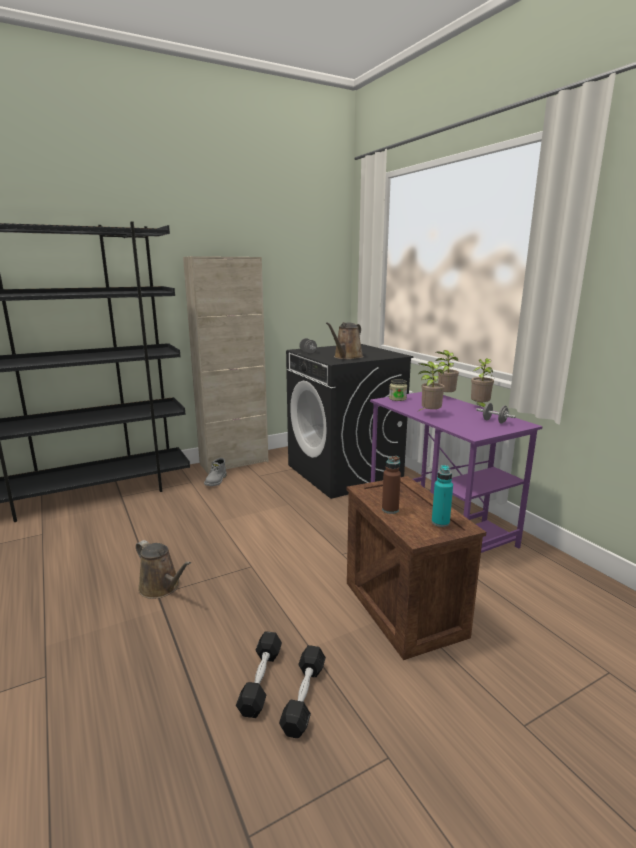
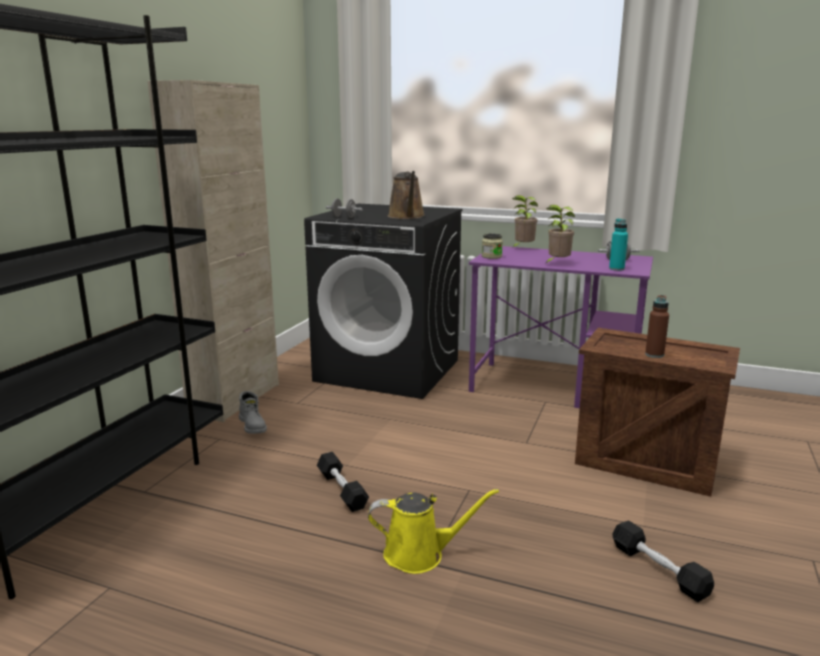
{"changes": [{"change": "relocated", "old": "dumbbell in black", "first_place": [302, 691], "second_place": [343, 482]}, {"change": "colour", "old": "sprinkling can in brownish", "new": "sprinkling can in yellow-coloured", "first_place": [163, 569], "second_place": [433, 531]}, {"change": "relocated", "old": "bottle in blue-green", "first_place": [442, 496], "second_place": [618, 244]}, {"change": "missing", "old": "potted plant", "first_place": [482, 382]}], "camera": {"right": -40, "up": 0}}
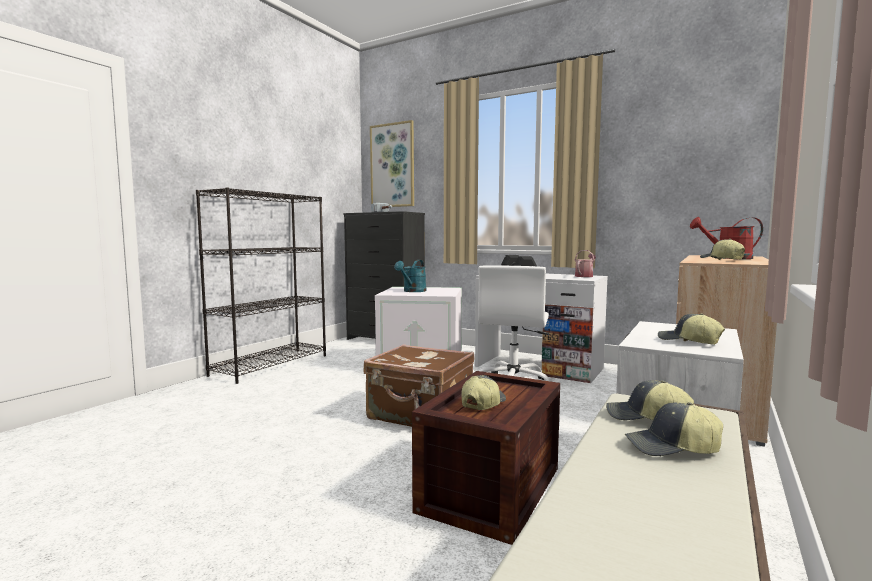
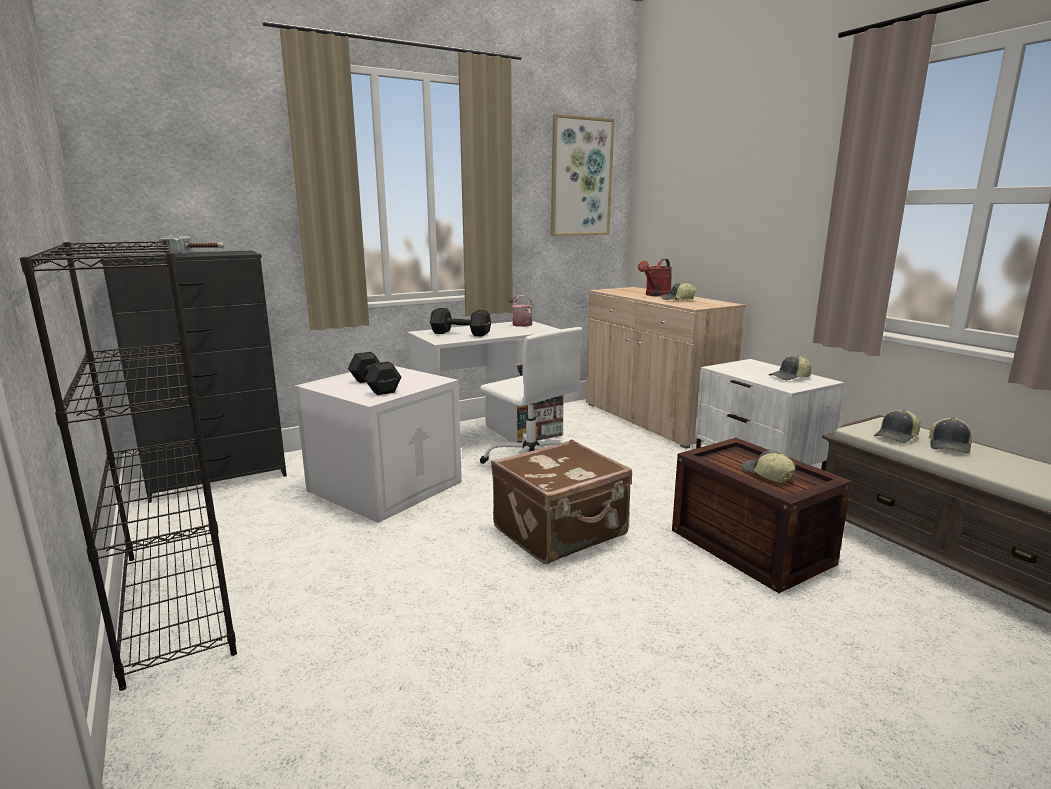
{"changes": [{"change": "exchanged", "old": "sprinkling can in blue-green", "new": "dumbbell in black", "first_place": [410, 276], "second_place": [374, 373]}, {"change": "relocated", "old": "wall picture", "first_place": [392, 163], "second_place": [583, 175]}], "camera": {"right": -60, "up": 10}}
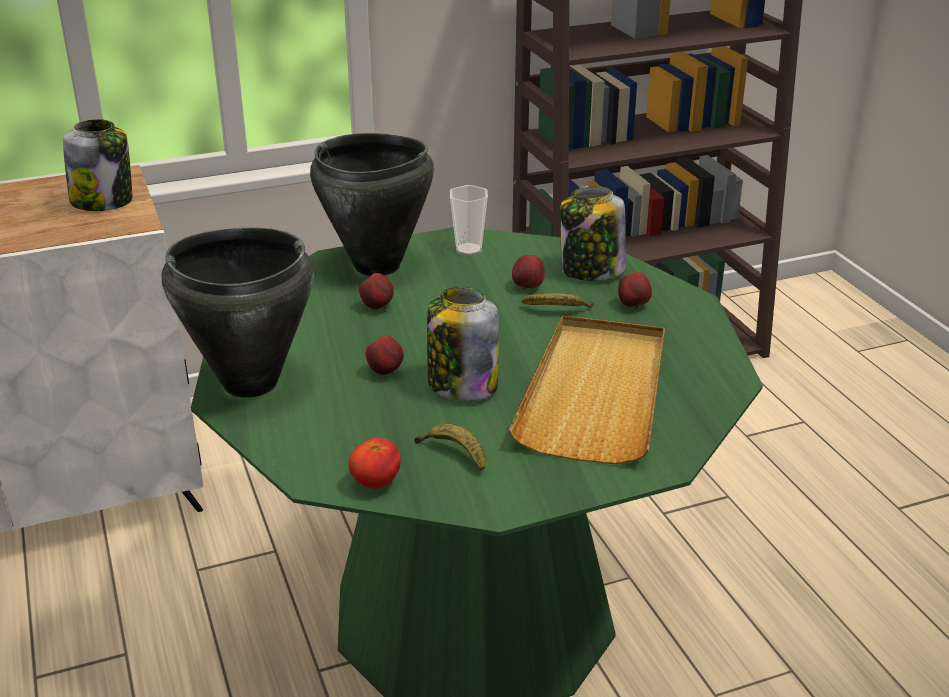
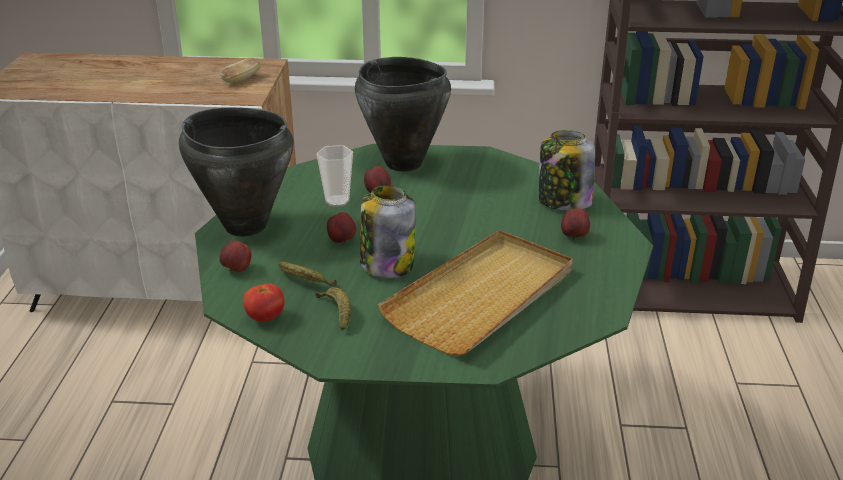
{"changes": [{"change": "relocated", "old": "apple fruit", "first_place": [528, 272], "second_place": [235, 256]}, {"change": "exchanged", "old": "storage jar", "new": "bread", "first_place": [98, 165], "second_place": [240, 70]}, {"change": "relocated", "old": "whole banana", "first_place": [557, 300], "second_place": [307, 273]}, {"change": "relocated", "old": "cup", "first_place": [469, 220], "second_place": [334, 176]}], "camera": {"right": 25, "up": 0}}
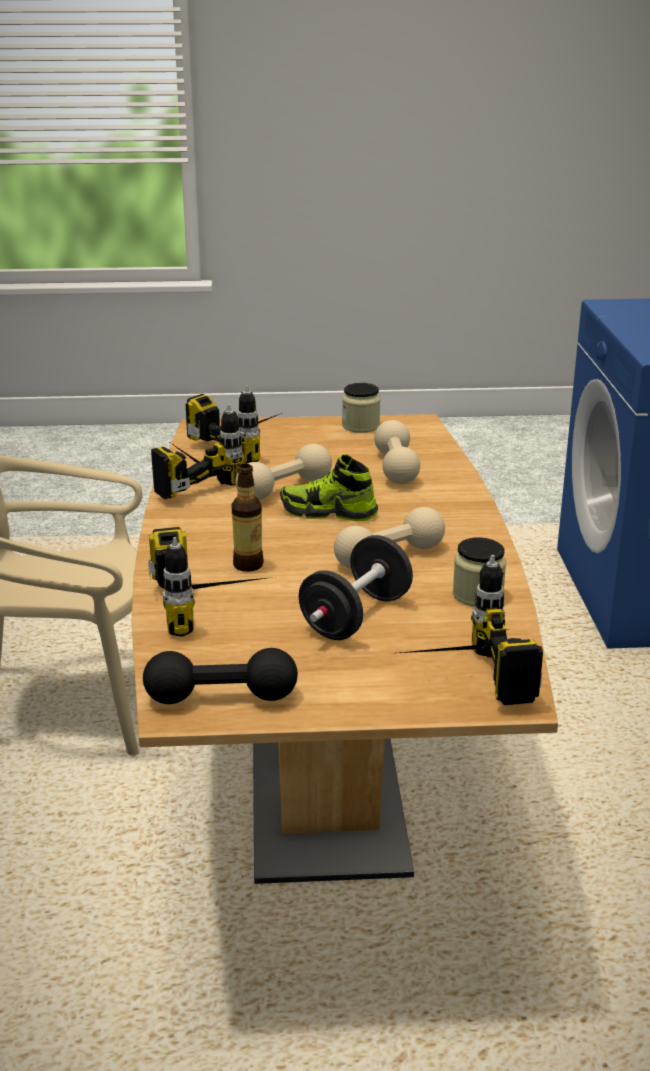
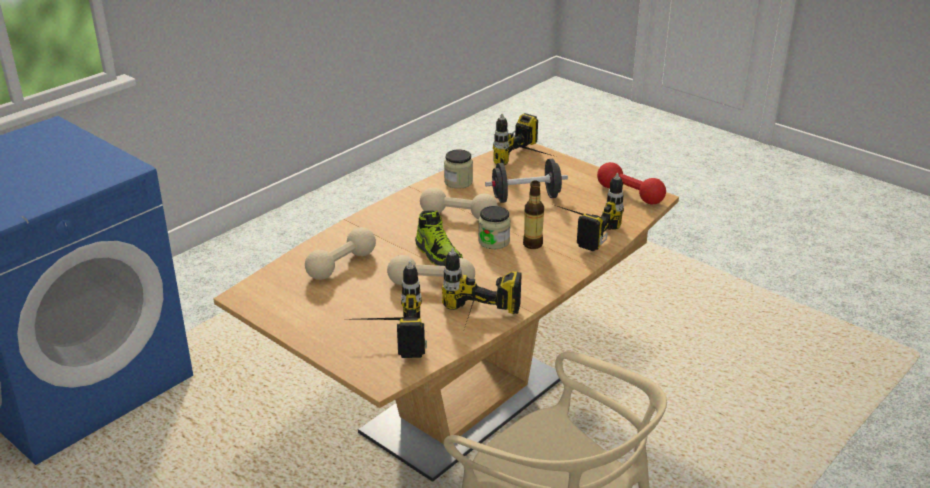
{"changes": [{"change": "relocated", "old": "storage jar", "first_place": [361, 408], "second_place": [494, 227]}, {"change": "colour", "old": "dumbbell in black", "new": "dumbbell in reddish", "first_place": [220, 676], "second_place": [631, 183]}], "camera": {"right": -135, "up": 5}}
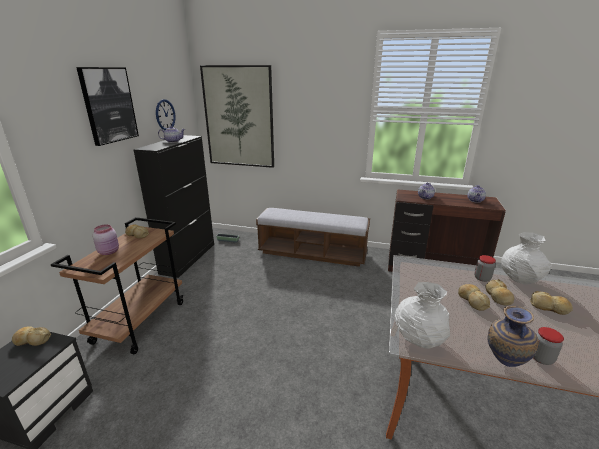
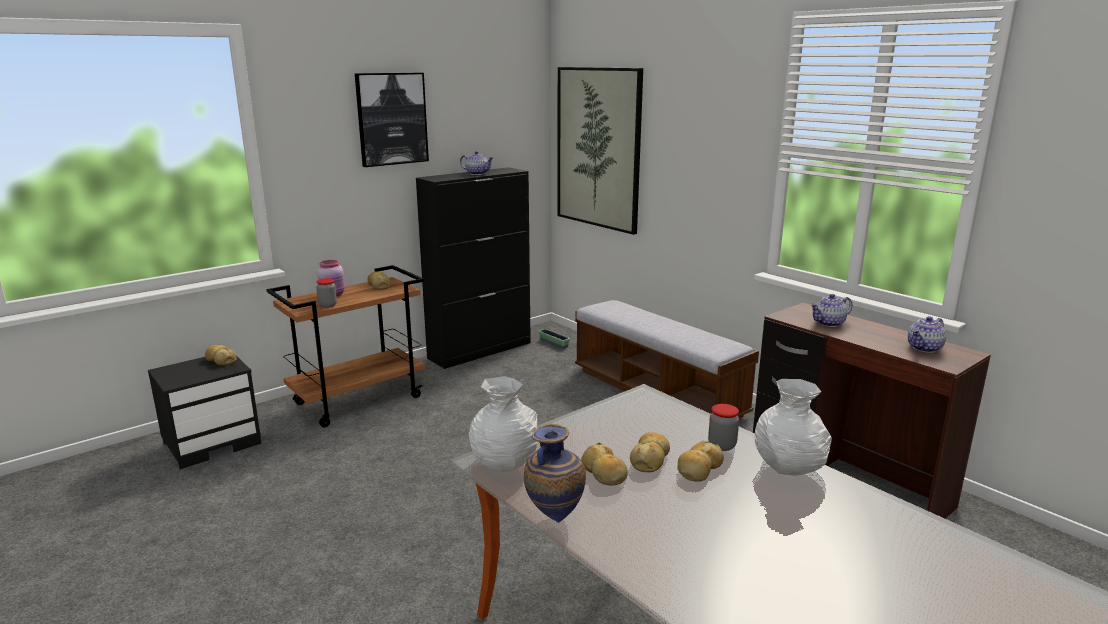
{"changes": [{"change": "relocated", "old": "storage jar", "first_place": [548, 346], "second_place": [326, 293]}, {"change": "relocated", "old": "bread", "first_place": [551, 303], "second_place": [604, 464]}, {"change": "missing", "old": "wall clock", "first_place": [166, 114]}], "camera": {"right": 35, "up": -5}}
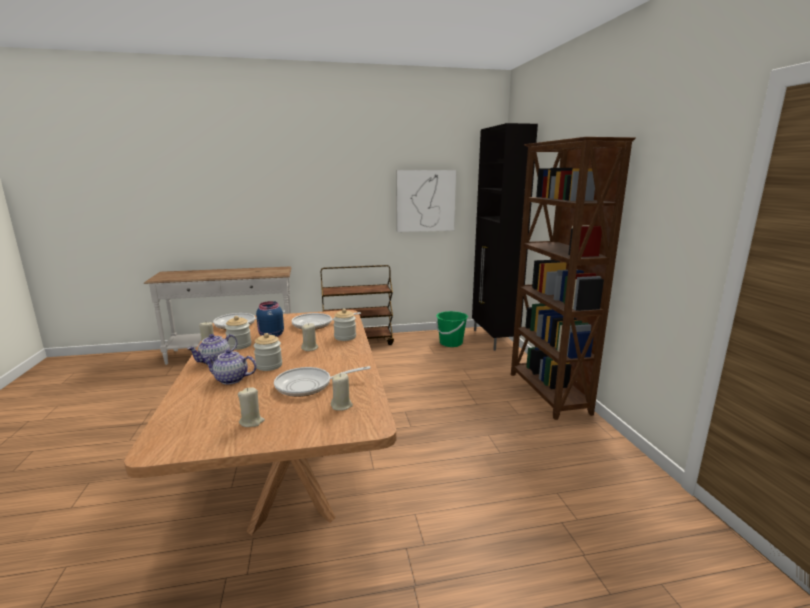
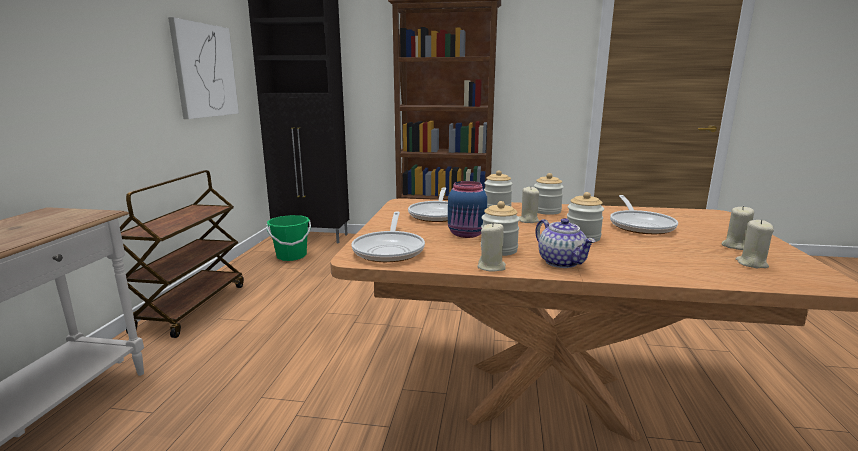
{"changes": [{"change": "appeared", "new": "storage jar", "second_place": [549, 194]}, {"change": "relocated", "old": "candle in beige", "first_place": [342, 392], "second_place": [755, 243]}, {"change": "missing", "old": "teapot", "first_place": [229, 366]}], "camera": {"right": -70, "up": 0}}
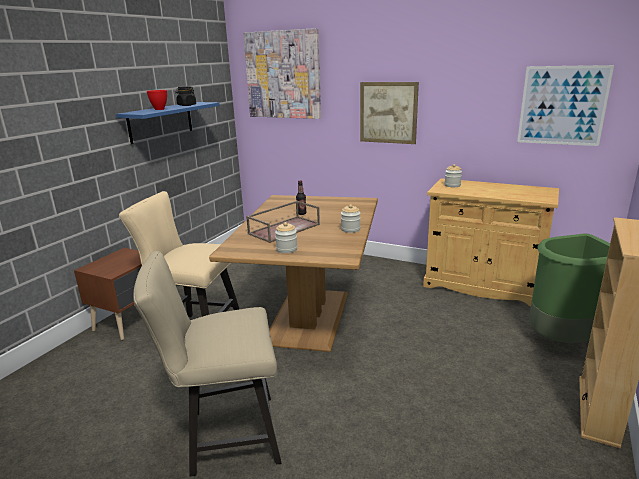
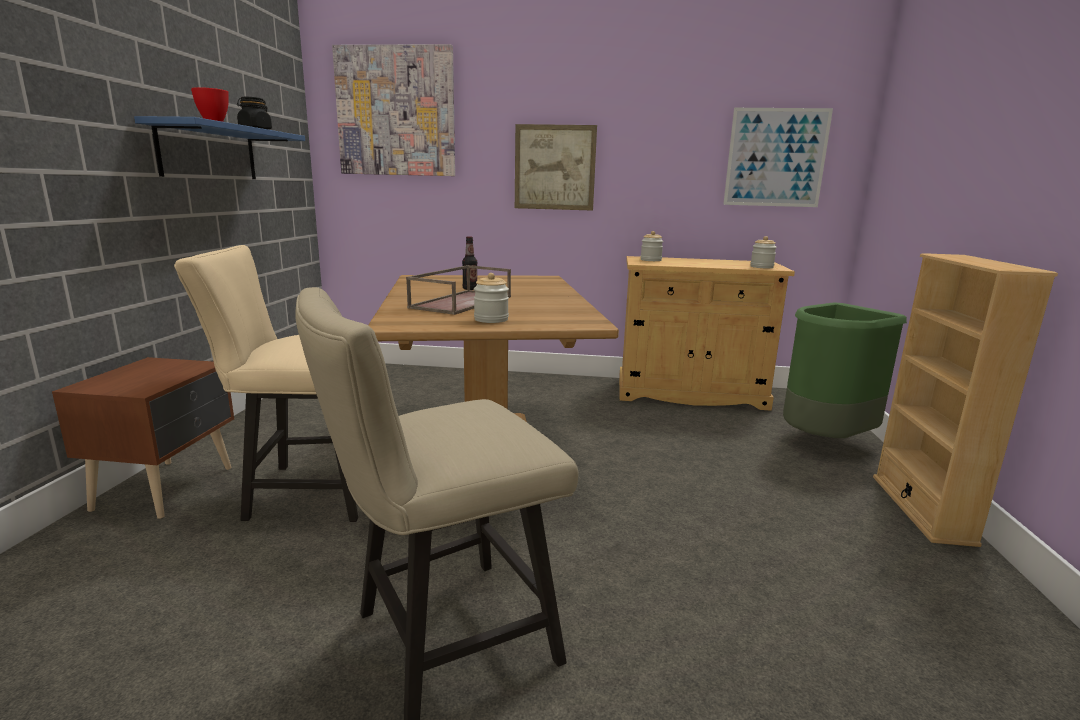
{"changes": [{"change": "relocated", "old": "storage jar", "first_place": [350, 218], "second_place": [763, 252]}], "camera": {"right": -20, "up": -5}}
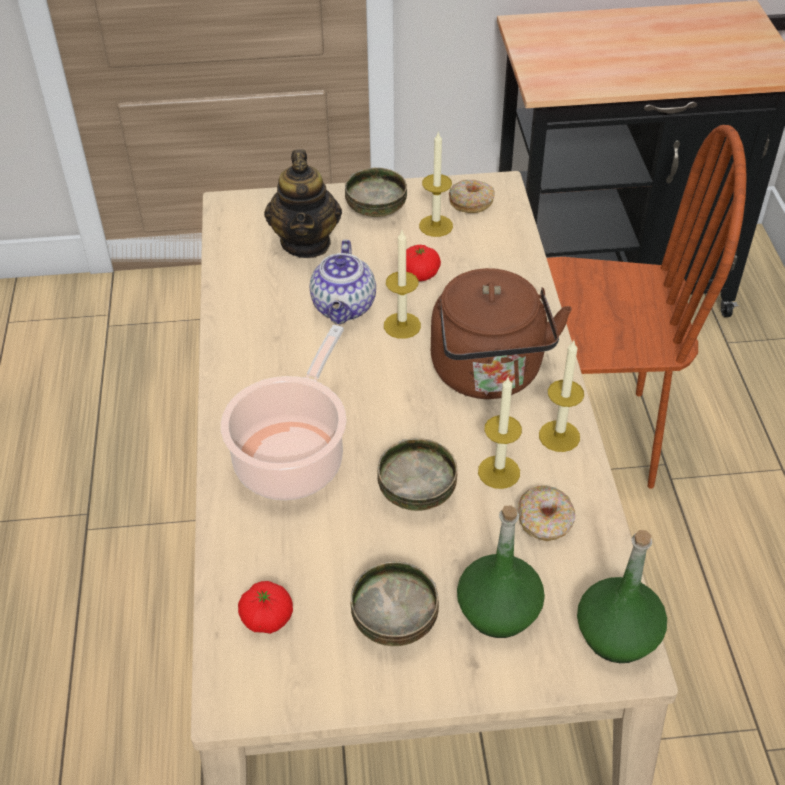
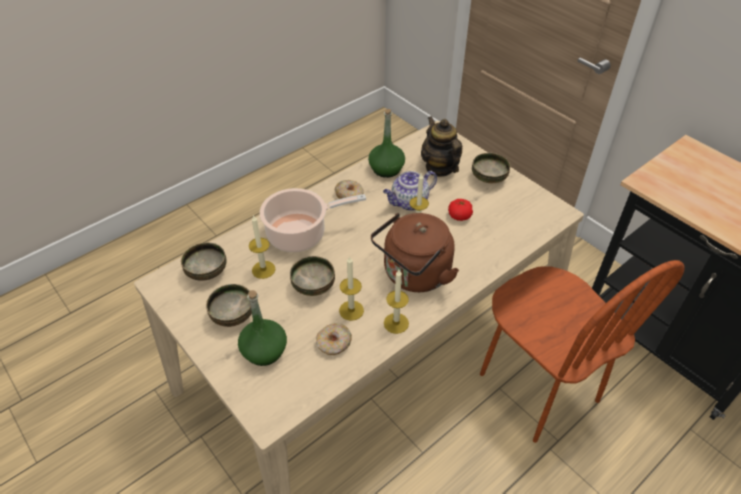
{"changes": [{"change": "exchanged", "old": "whole tomato", "new": "serving bowl", "first_place": [265, 607], "second_place": [204, 262]}, {"change": "relocated", "old": "candle", "first_place": [436, 184], "second_place": [262, 247]}, {"change": "relocated", "old": "ring doughnut", "first_place": [472, 196], "second_place": [349, 189]}, {"change": "relocated", "old": "bottle in green", "first_place": [622, 596], "second_place": [386, 143]}, {"change": "spun", "old": "teapot", "first_place": [303, 203], "second_place": [442, 146], "degrees": 105}], "camera": {"right": 55, "up": 0}}
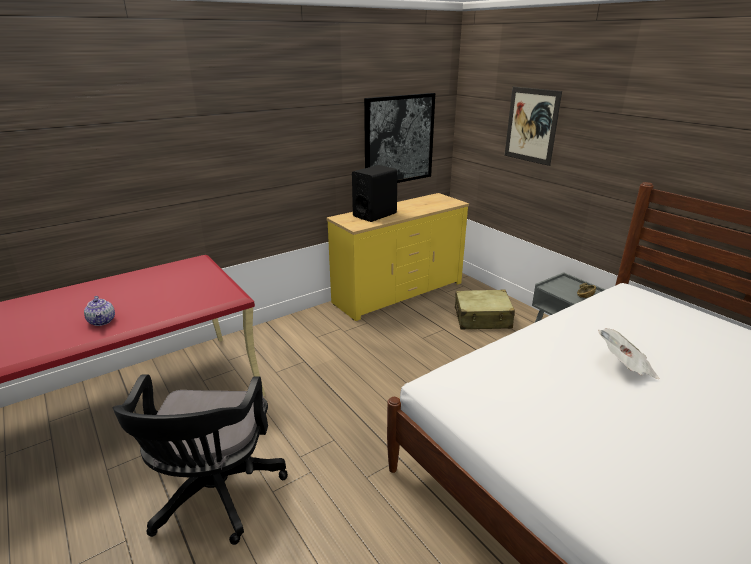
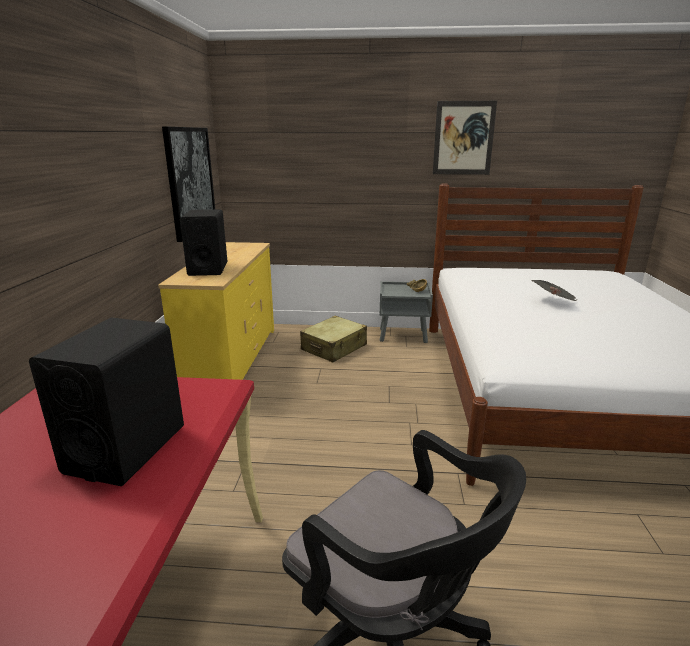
{"changes": [{"change": "appeared", "new": "speaker in black", "second_place": [106, 401]}, {"change": "relocated", "old": "wall picture", "first_place": [533, 126], "second_place": [465, 138]}, {"change": "missing", "old": "teapot", "first_place": [99, 311]}], "camera": {"right": -50, "up": -5}}
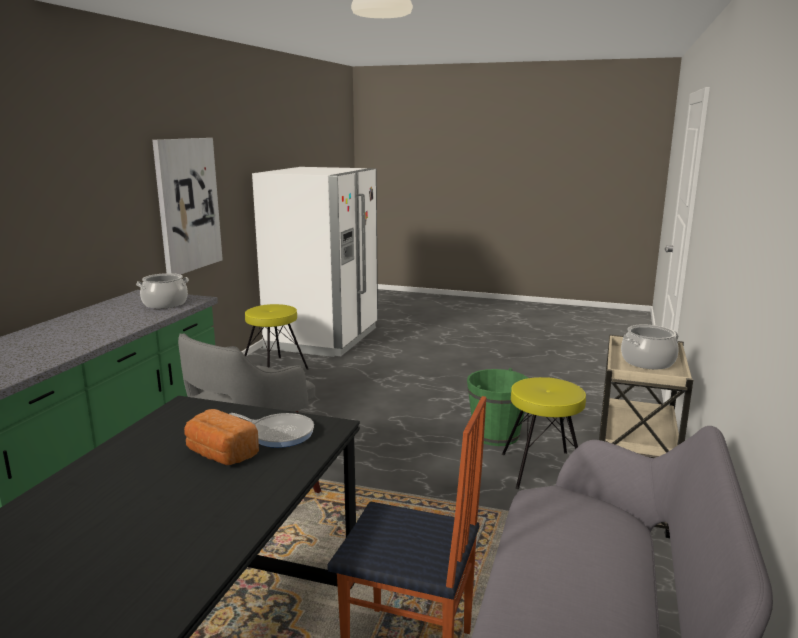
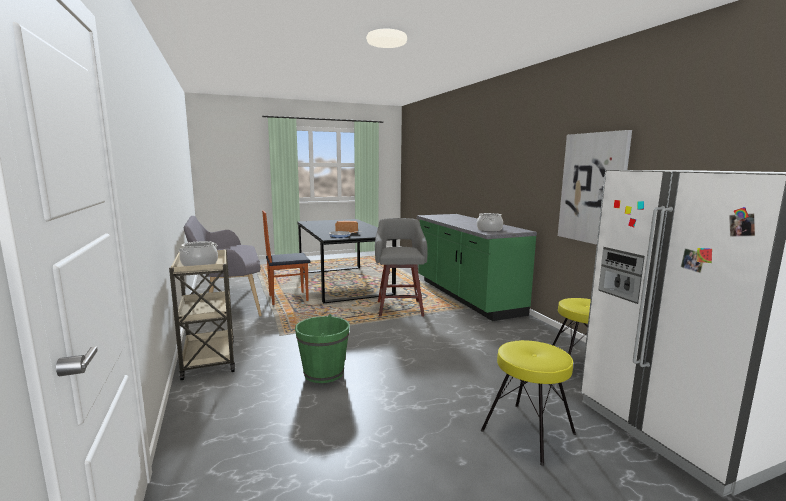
{"changes": [{"change": "relocated", "old": "sitting stool in yellow-coloured", "first_place": [544, 433], "second_place": [528, 403]}], "camera": {"right": 140, "up": -5}}
